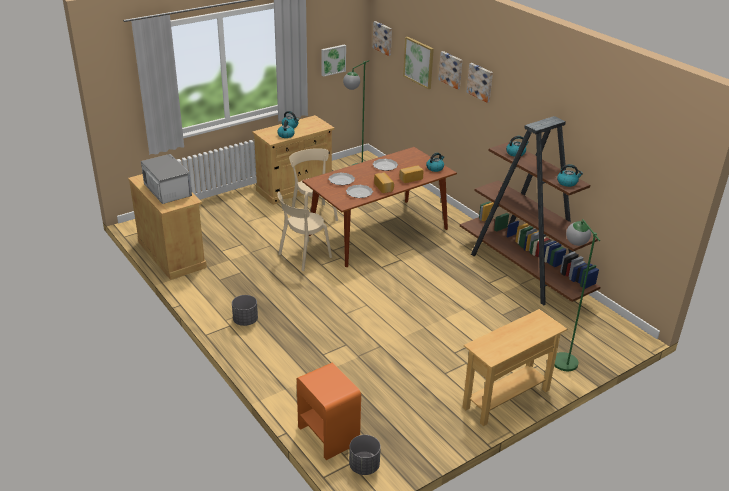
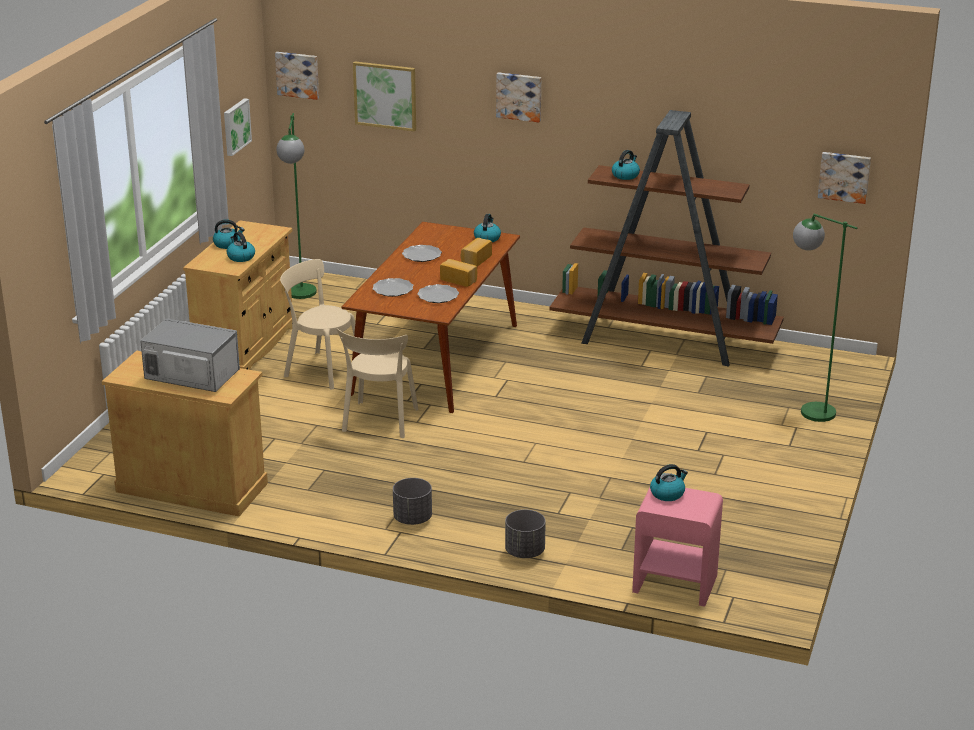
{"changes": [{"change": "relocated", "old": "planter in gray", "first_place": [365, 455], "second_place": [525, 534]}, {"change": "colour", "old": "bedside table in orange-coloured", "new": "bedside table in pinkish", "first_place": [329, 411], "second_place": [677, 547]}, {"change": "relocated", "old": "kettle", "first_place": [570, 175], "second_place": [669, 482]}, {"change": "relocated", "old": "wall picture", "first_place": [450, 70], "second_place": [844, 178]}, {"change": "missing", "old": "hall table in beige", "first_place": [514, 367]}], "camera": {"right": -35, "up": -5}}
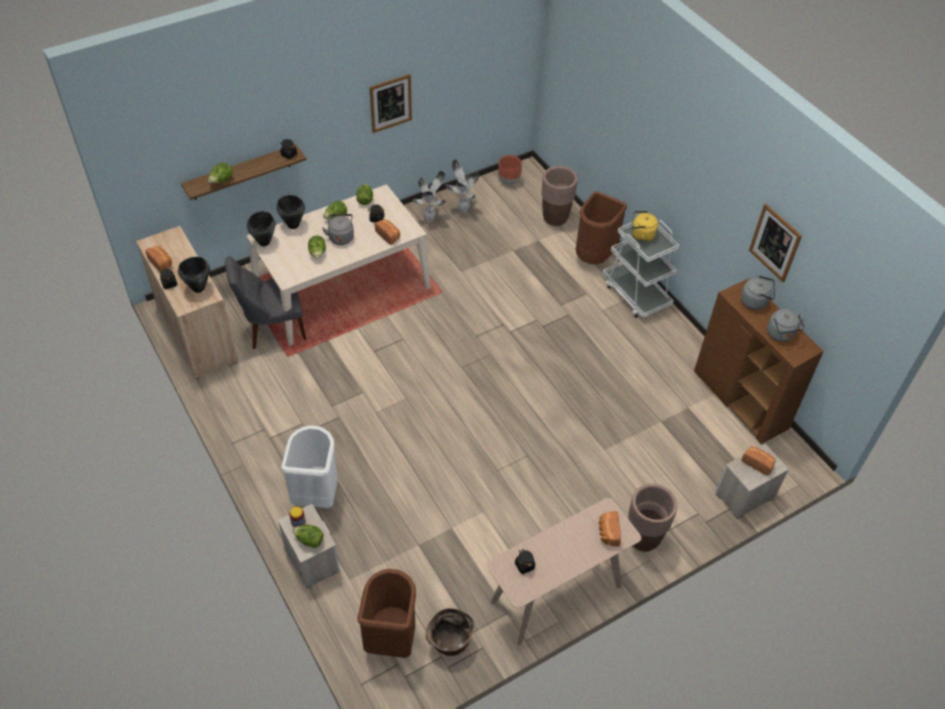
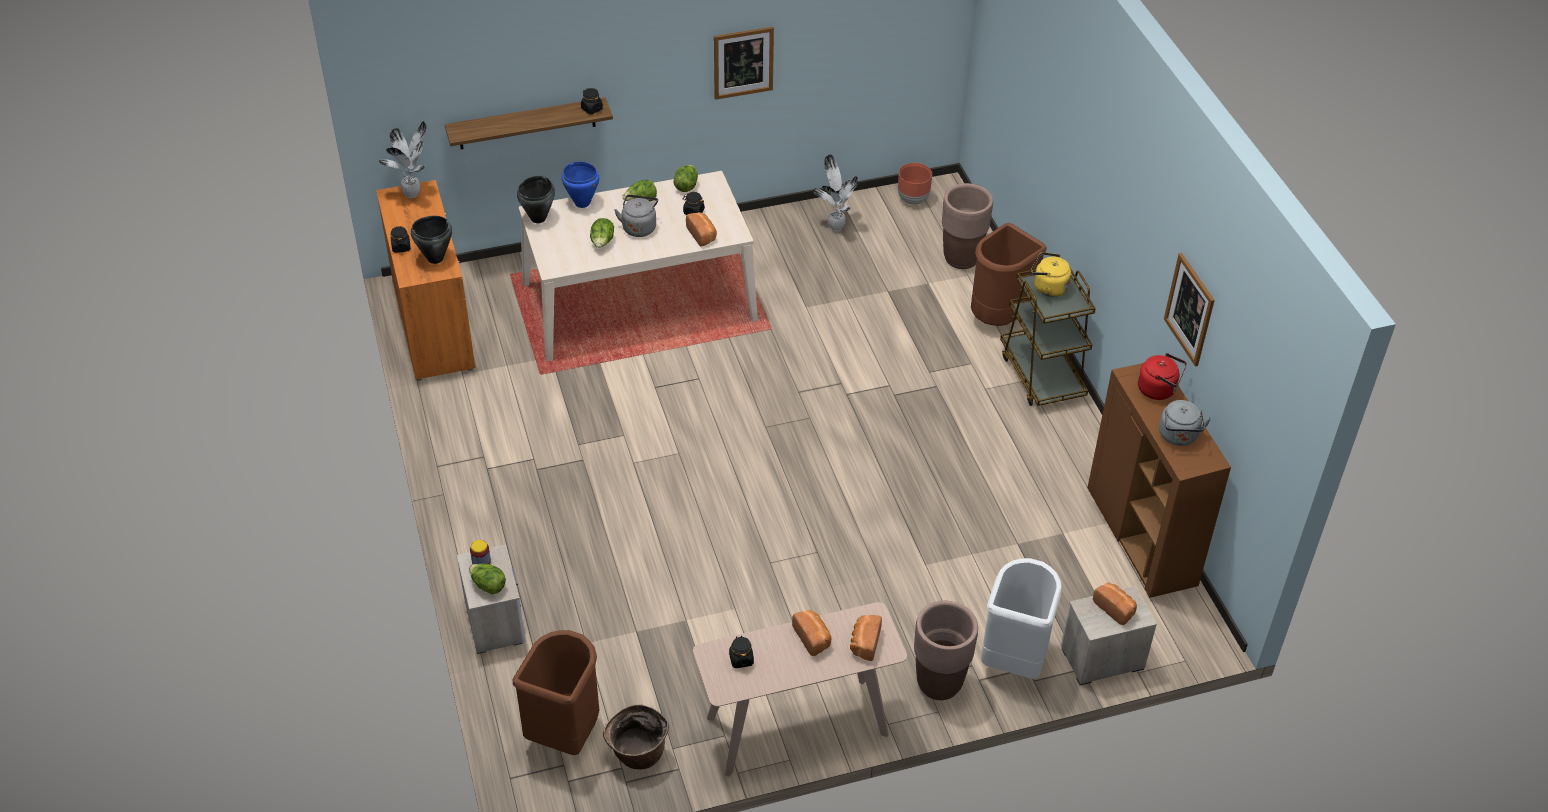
{"changes": [{"change": "colour", "old": "cupboard in beige", "new": "cupboard in orange-coloured", "first_place": [187, 302], "second_place": [425, 280]}, {"change": "relocated", "old": "potted plant", "first_place": [429, 196], "second_place": [403, 159]}, {"change": "colour", "old": "cooking pot in black", "new": "cooking pot in blue-coloured", "first_place": [290, 212], "second_place": [580, 184]}, {"change": "relocated", "old": "bread", "first_place": [159, 259], "second_place": [811, 633]}, {"change": "relocated", "old": "rubbish bin in whitish", "first_place": [309, 466], "second_place": [1021, 618]}, {"change": "colour", "old": "trolley in whitish", "new": "trolley in brownish", "first_place": [640, 269], "second_place": [1048, 336]}, {"change": "colour", "old": "kettle in gray", "new": "kettle in reddish", "first_place": [758, 293], "second_place": [1162, 376]}, {"change": "missing", "old": "lettuce", "first_place": [220, 173]}, {"change": "missing", "old": "chair in gray", "first_place": [265, 302]}], "camera": {"right": 15, "up": -5}}
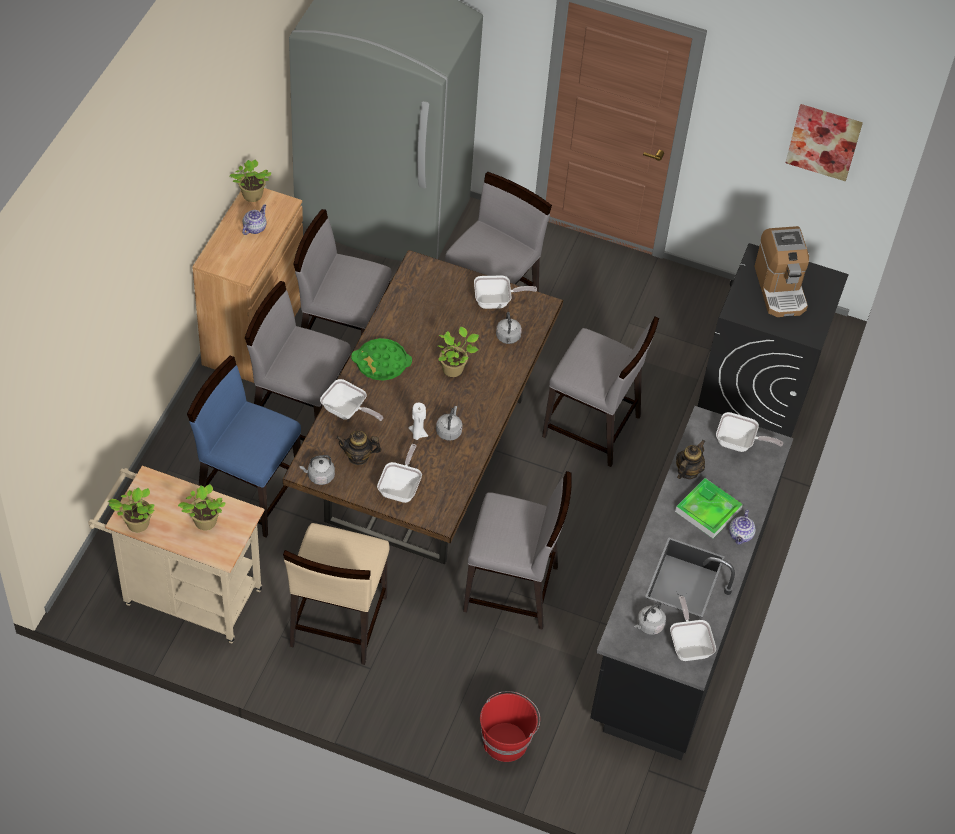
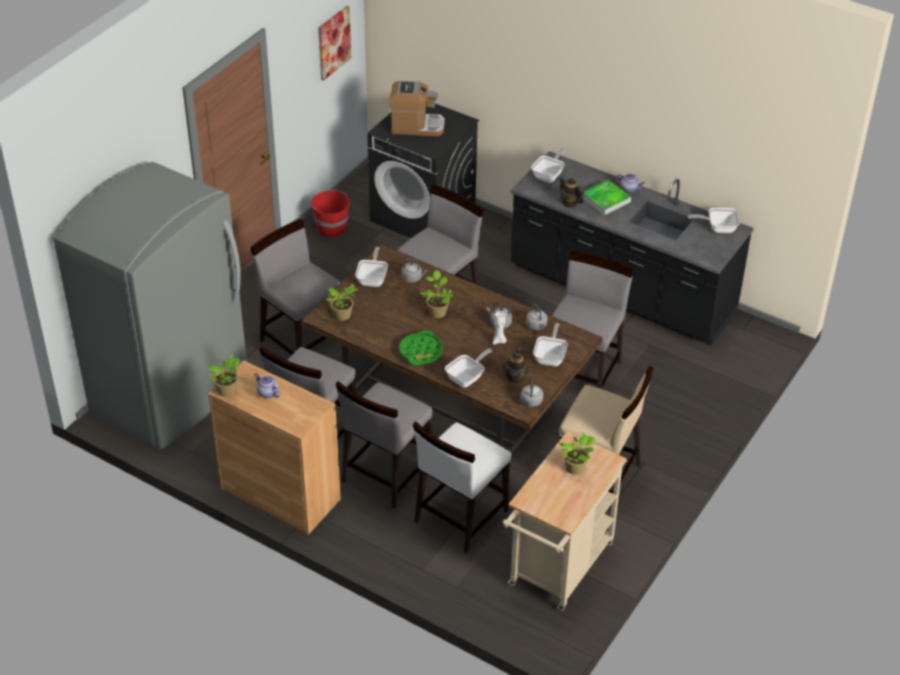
{"changes": [{"change": "relocated", "old": "bucket in reddish", "first_place": [510, 726], "second_place": [330, 213]}, {"change": "relocated", "old": "potted plant", "first_place": [131, 509], "second_place": [342, 302]}, {"change": "colour", "old": "chair in blue-coloured", "new": "chair in whitish", "first_place": [244, 446], "second_place": [462, 487]}, {"change": "relocated", "old": "kettle in gray", "first_place": [650, 618], "second_place": [537, 316]}, {"change": "spun", "old": "pan", "first_place": [399, 473], "second_place": [550, 344], "degrees": 75}], "camera": {"right": -75, "up": -10}}
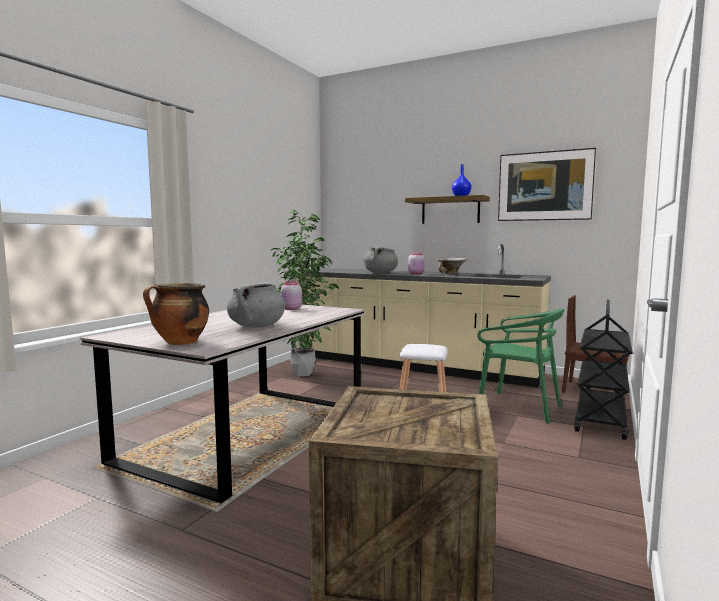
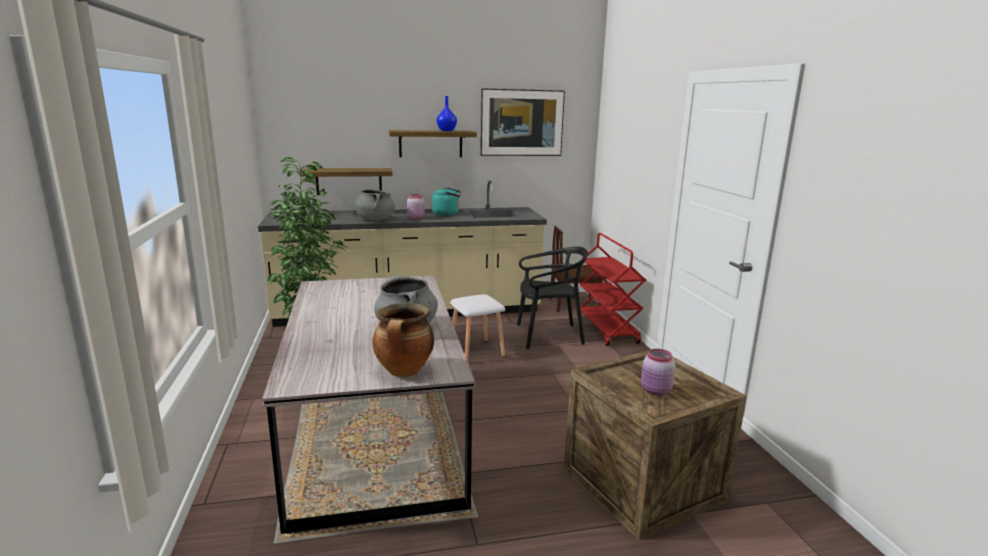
{"changes": [{"change": "appeared", "new": "shelf", "second_place": [347, 181]}, {"change": "exchanged", "old": "serving bowl", "new": "kettle in blue-green", "first_place": [452, 266], "second_place": [446, 202]}, {"change": "colour", "old": "chair in green", "new": "chair in black", "first_place": [521, 366], "second_place": [552, 298]}, {"change": "colour", "old": "trolley in black", "new": "trolley in reddish", "first_place": [603, 370], "second_place": [611, 289]}, {"change": "relocated", "old": "storage jar in pinkish", "first_place": [291, 295], "second_place": [658, 372]}], "camera": {"right": -40, "up": 10}}
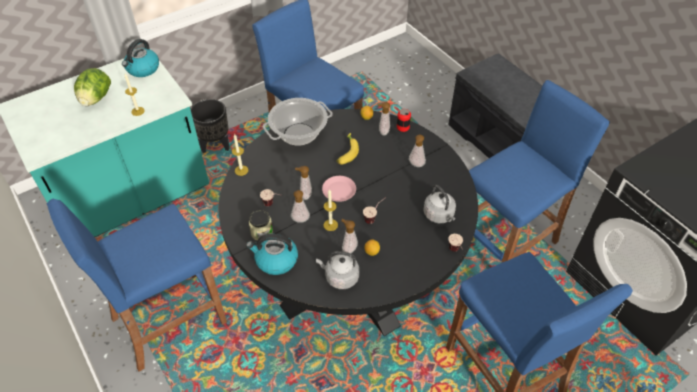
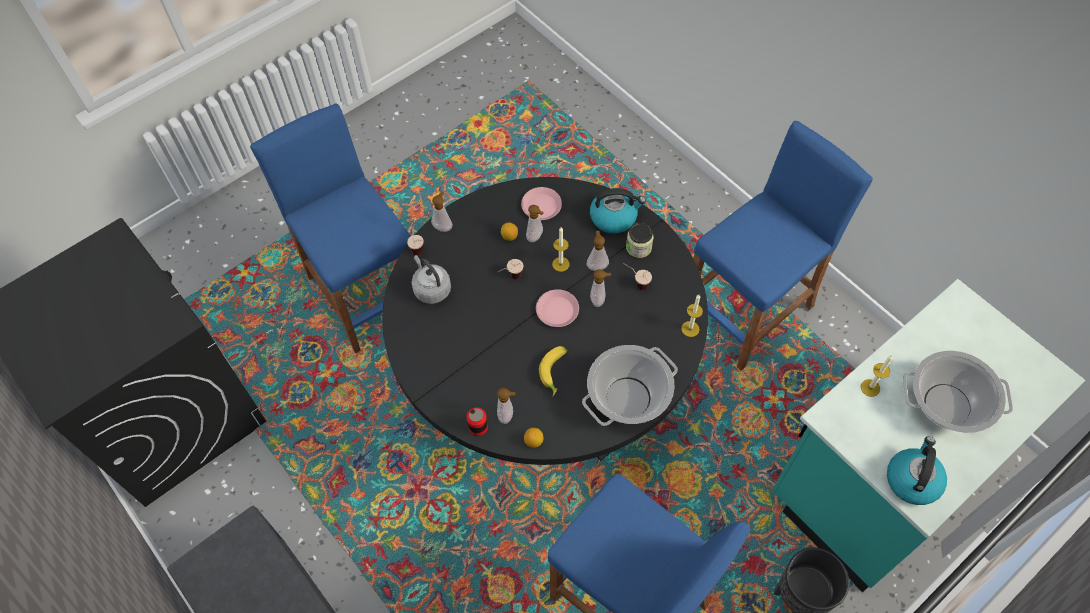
{"changes": [{"change": "relocated", "old": "soap bottle", "first_place": [417, 150], "second_place": [441, 211]}, {"change": "exchanged", "old": "kettle in gray", "new": "plate in pinkish", "first_place": [337, 270], "second_place": [541, 203]}, {"change": "exchanged", "old": "lettuce", "new": "cooking pot", "first_place": [92, 87], "second_place": [958, 392]}, {"change": "missing", "old": "sitting stool in blue-coloured", "first_place": [539, 171]}], "camera": {"right": 175, "up": 10}}
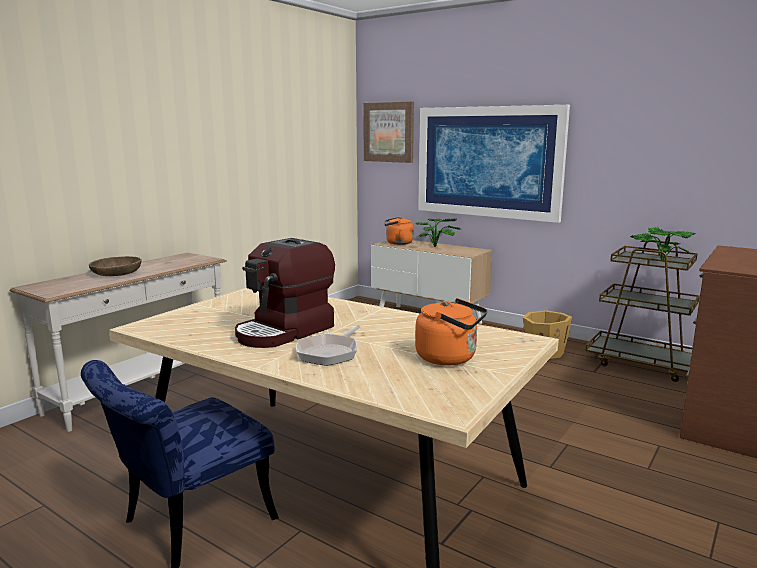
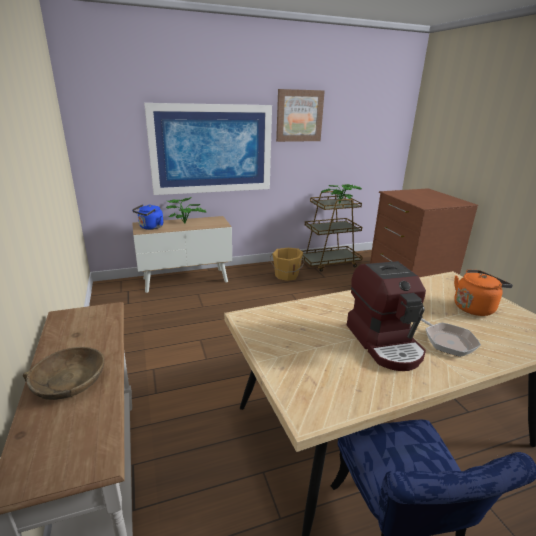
{"changes": [{"change": "colour", "old": "kettle in orange-coloured", "new": "kettle in blue-coloured", "first_place": [399, 231], "second_place": [147, 217]}, {"change": "relocated", "old": "wall picture", "first_place": [388, 132], "second_place": [300, 115]}], "camera": {"right": -55, "up": 10}}
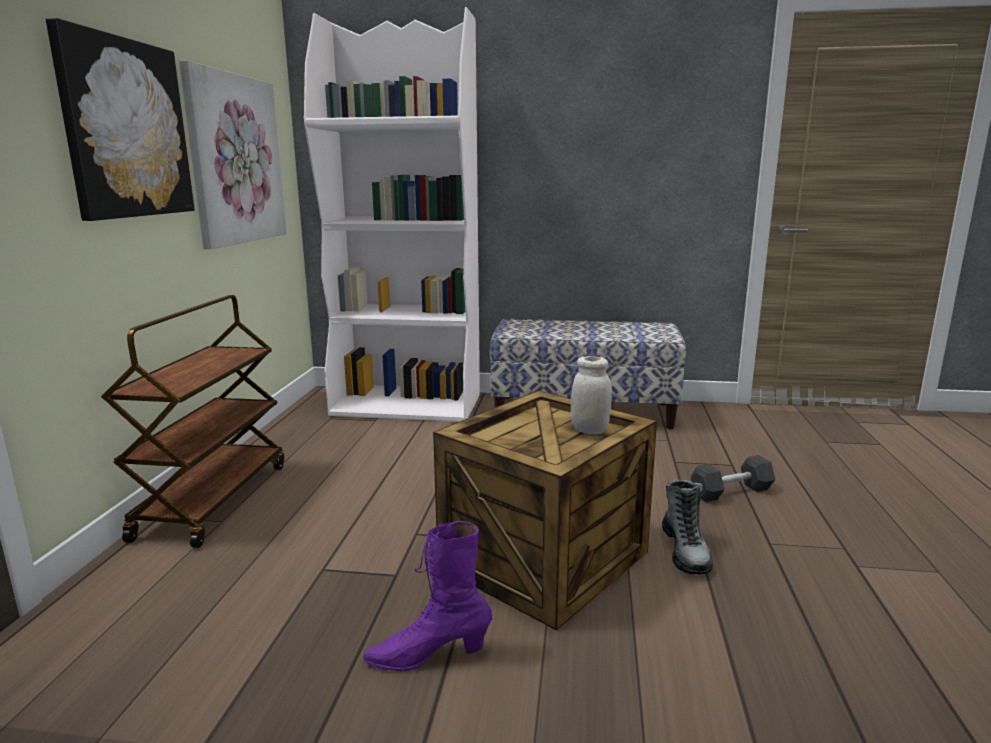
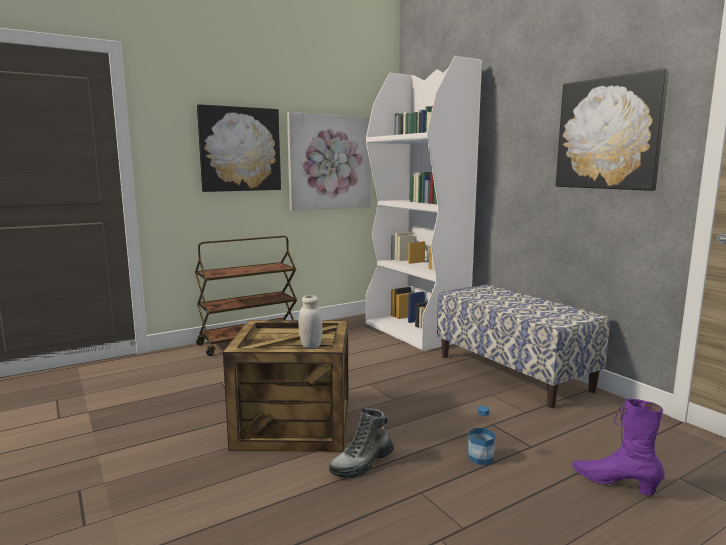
{"changes": [{"change": "exchanged", "old": "dumbbell in gray", "new": "bottle", "first_place": [733, 478], "second_place": [481, 435]}, {"change": "appeared", "new": "wall picture", "second_place": [612, 130]}, {"change": "relocated", "old": "boot in purple-coloured", "first_place": [428, 596], "second_place": [618, 447]}], "camera": {"right": 50, "up": -5}}
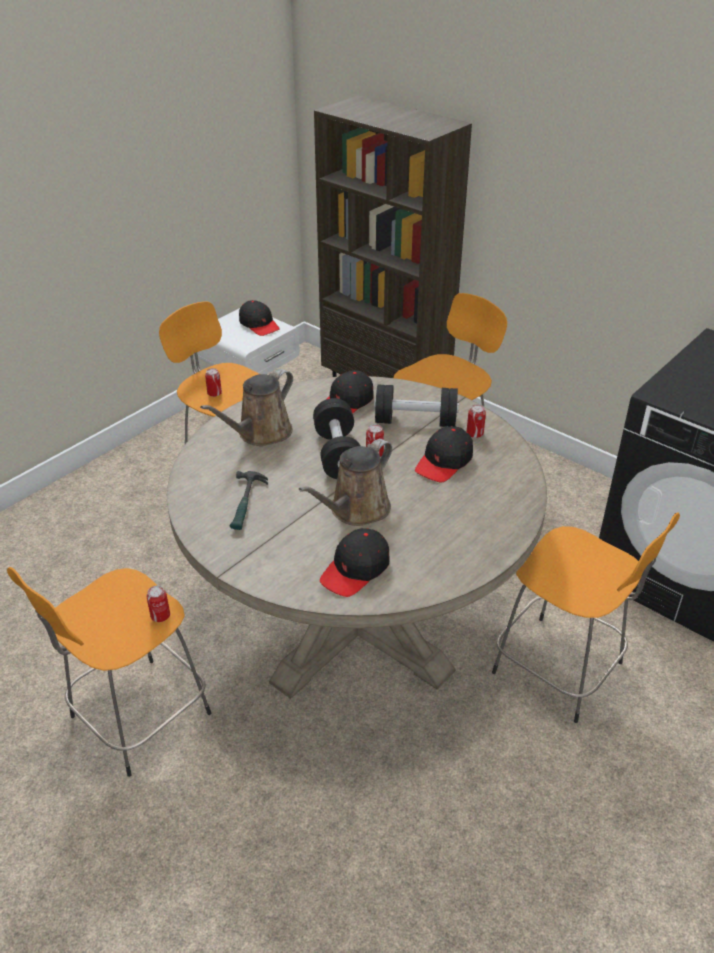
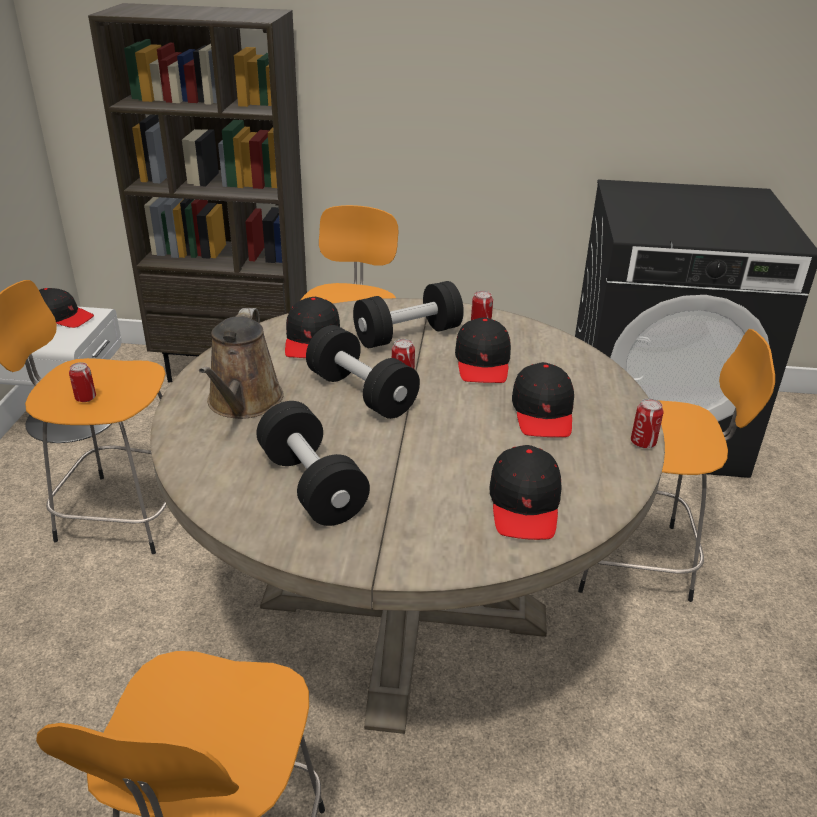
{"changes": [{"change": "exchanged", "old": "hand hammer", "new": "dumbbell in black", "first_place": [249, 500], "second_place": [313, 463]}, {"change": "appeared", "new": "peaked cap in black", "second_place": [543, 399]}, {"change": "relocated", "old": "sealed can", "first_place": [158, 604], "second_place": [647, 423]}, {"change": "missing", "old": "sprinkling can in brownish", "first_place": [345, 482]}], "camera": {"right": -35, "up": -5}}
